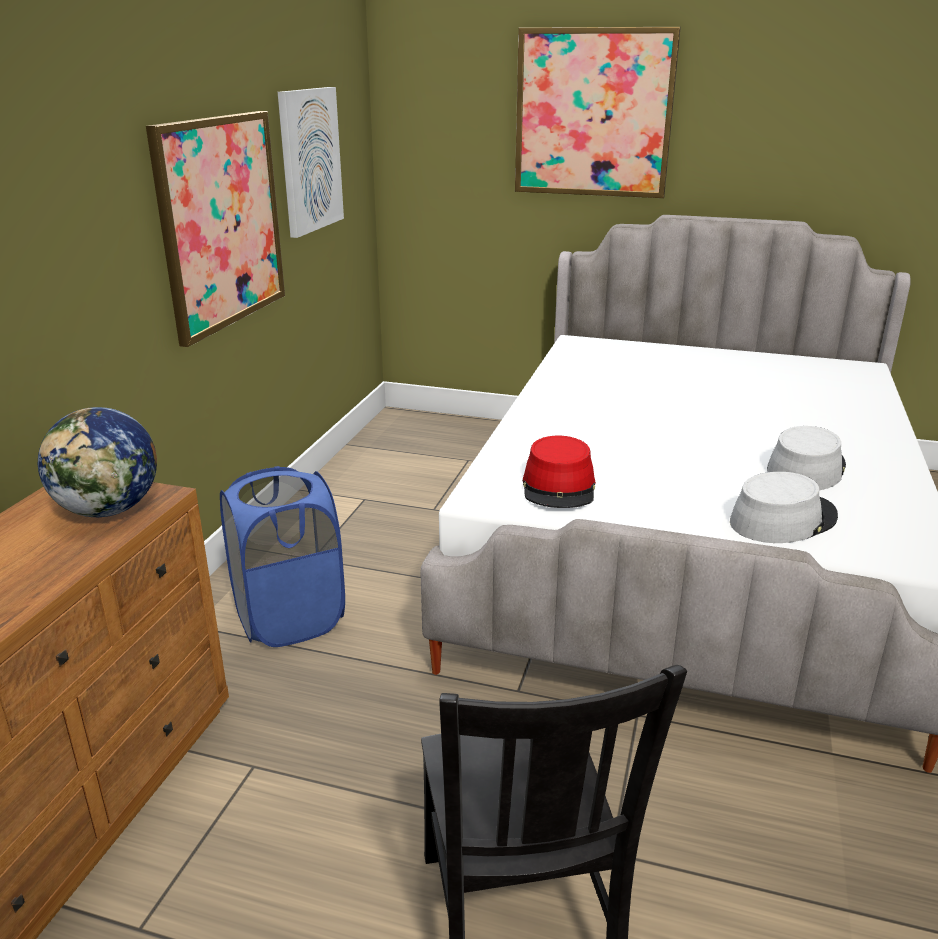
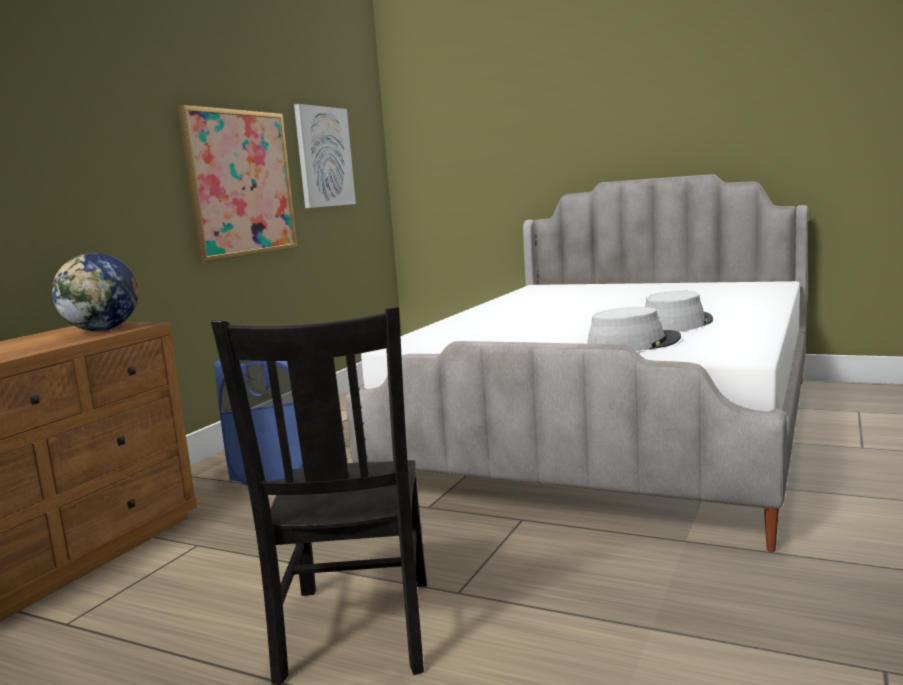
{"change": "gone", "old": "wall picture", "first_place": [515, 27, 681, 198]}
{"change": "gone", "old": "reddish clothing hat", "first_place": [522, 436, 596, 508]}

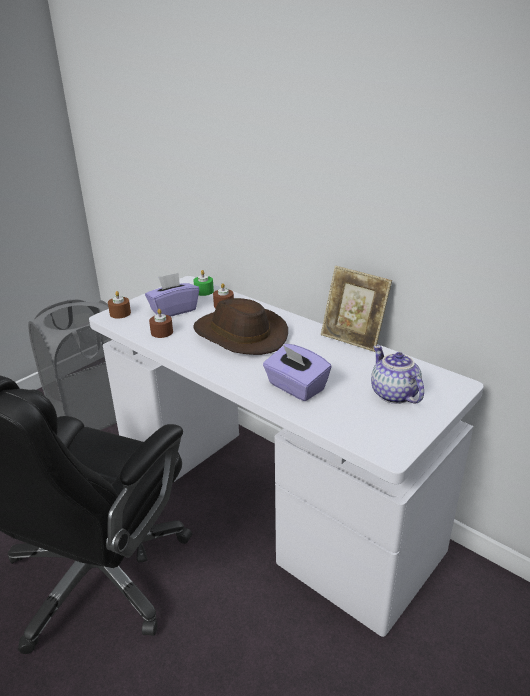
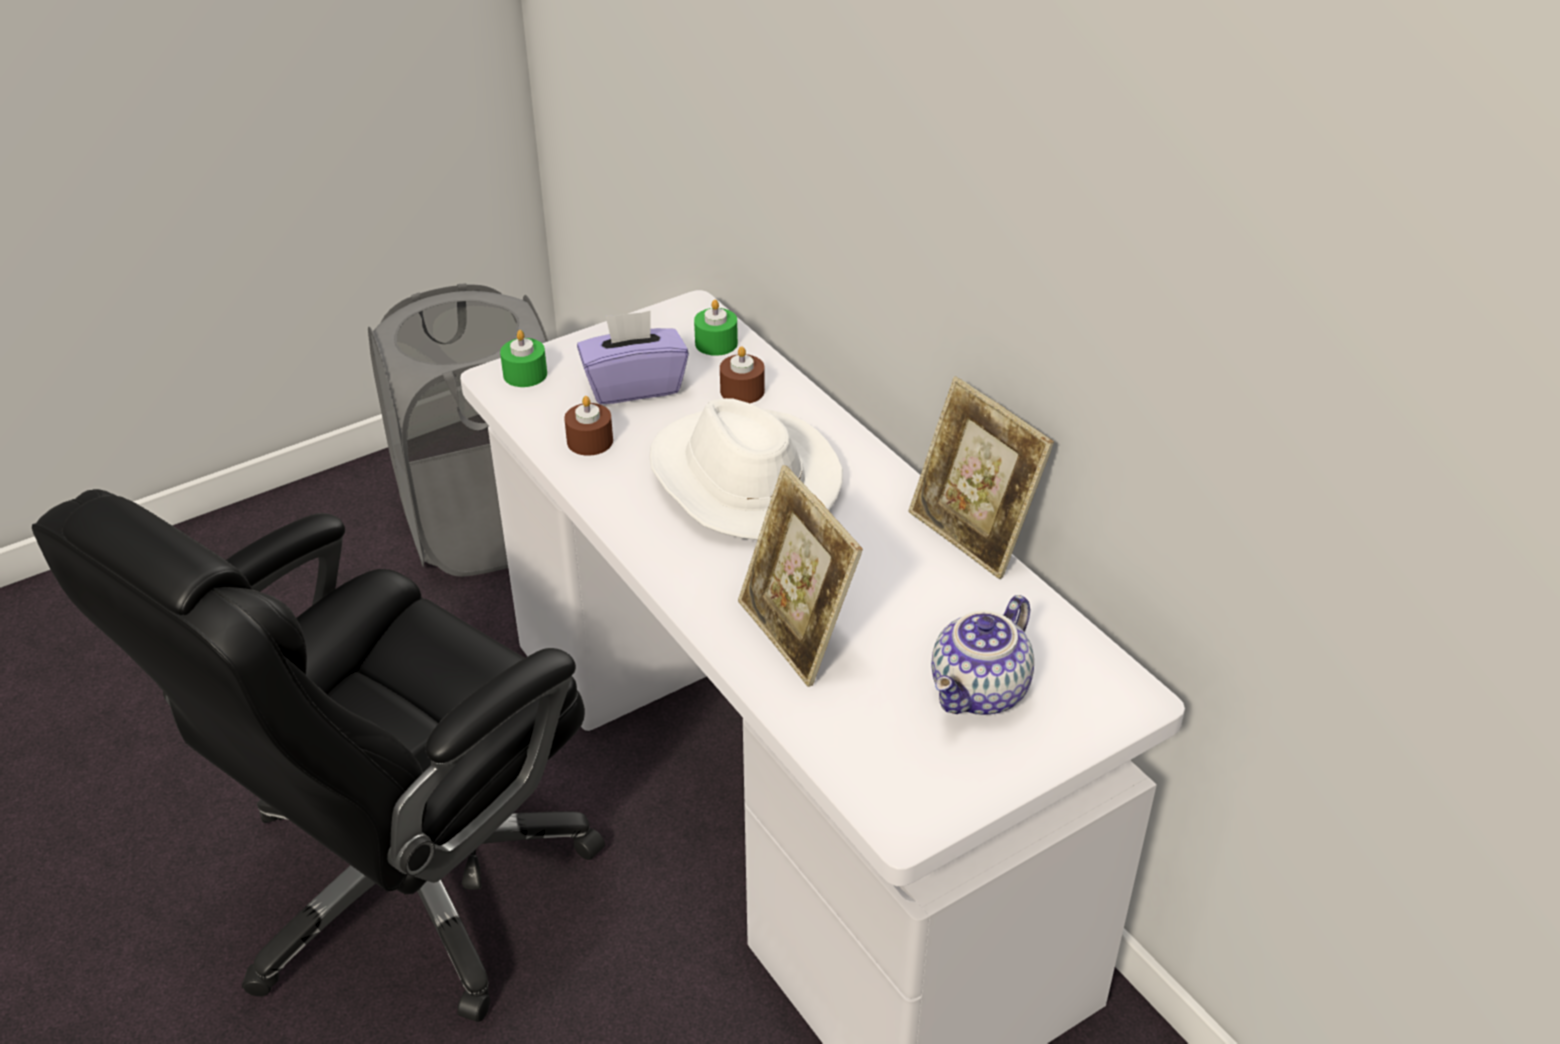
{"change": "repainted", "old": "brown wax light", "new": "green-coloured wax light", "first_place": [108, 291, 131, 319], "second_place": [500, 330, 547, 387]}
{"change": "repainted", "old": "brown clothing hat", "new": "white clothing hat", "first_place": [193, 298, 288, 355], "second_place": [650, 398, 843, 540]}
{"change": "swapped", "old": "purple-coloured tissue box", "new": "photo frame", "first_place": [263, 344, 332, 401], "second_place": [738, 465, 863, 687]}
{"change": "rotated", "old": "teapot", "first_place": [371, 346, 424, 404], "second_place": [931, 595, 1034, 715], "degrees": -135}

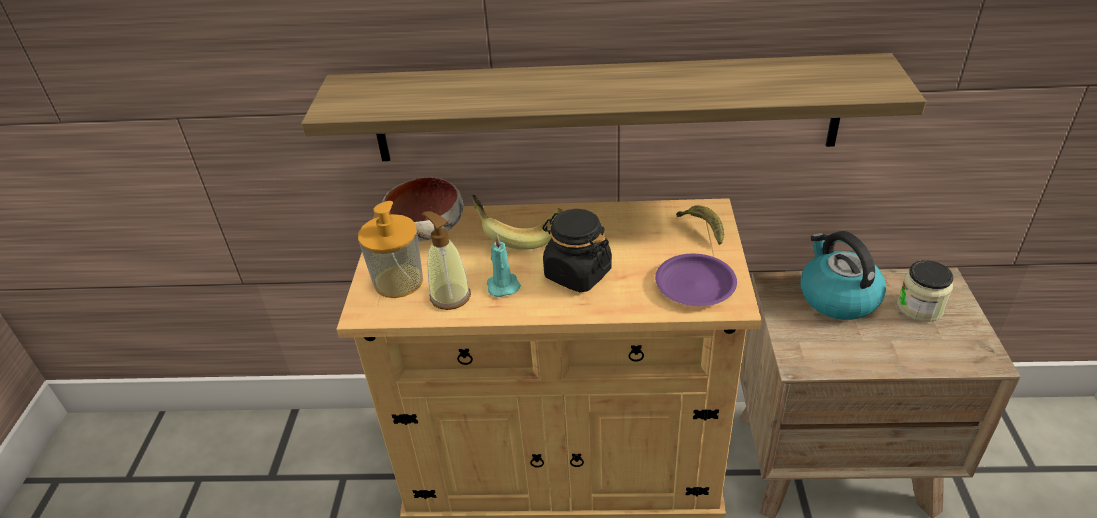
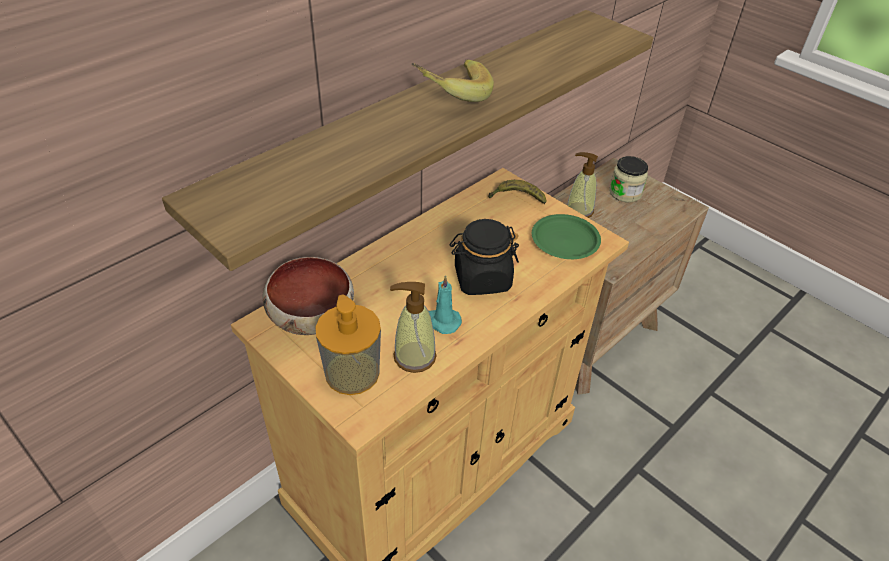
{"change": "shifted", "old": "whole banana", "first_place": [471, 195, 563, 250], "second_place": [412, 59, 494, 102]}
{"change": "swapped", "old": "kettle", "new": "liquid soap bottle", "first_place": [801, 231, 886, 320], "second_place": [567, 152, 598, 218]}
{"change": "repainted", "old": "purple-coloured flat dish", "new": "green-coloured flat dish", "first_place": [655, 254, 737, 306], "second_place": [532, 214, 601, 259]}

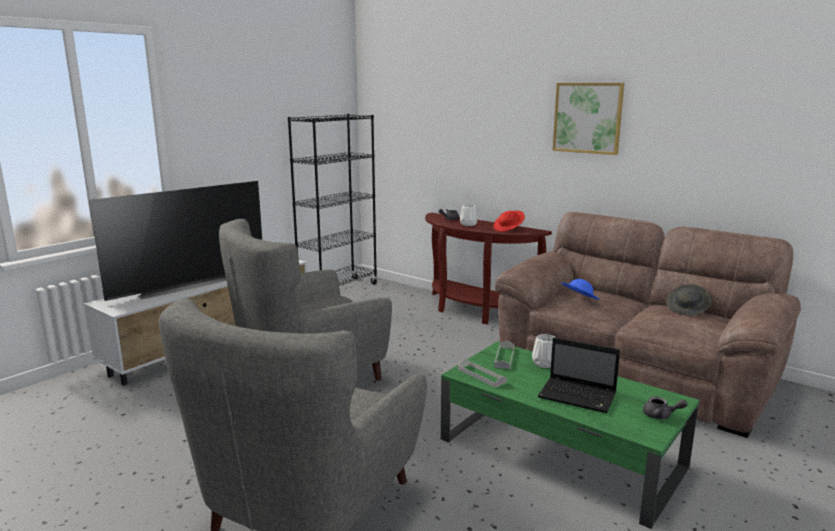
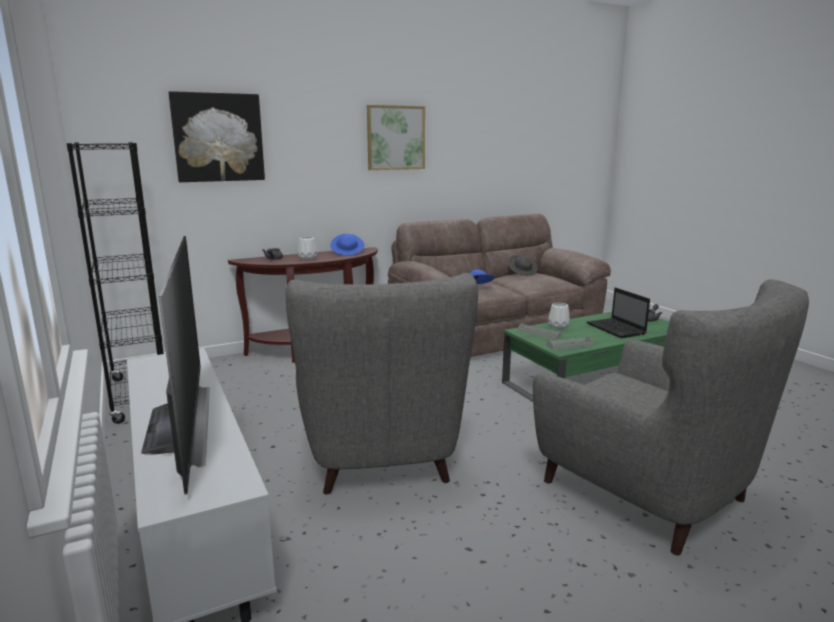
{"change": "repainted", "old": "reddish clothing hat", "new": "bluish clothing hat", "first_place": [493, 211, 525, 232], "second_place": [330, 234, 364, 256]}
{"change": "rotated", "old": "laptop", "first_place": [538, 338, 620, 413], "second_place": [587, 288, 650, 338], "degrees": 105}
{"change": "new", "new": "wall picture", "second_place": [169, 91, 265, 182]}

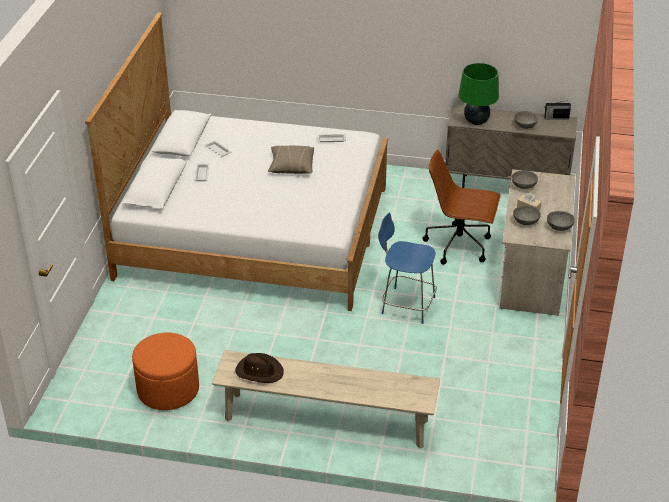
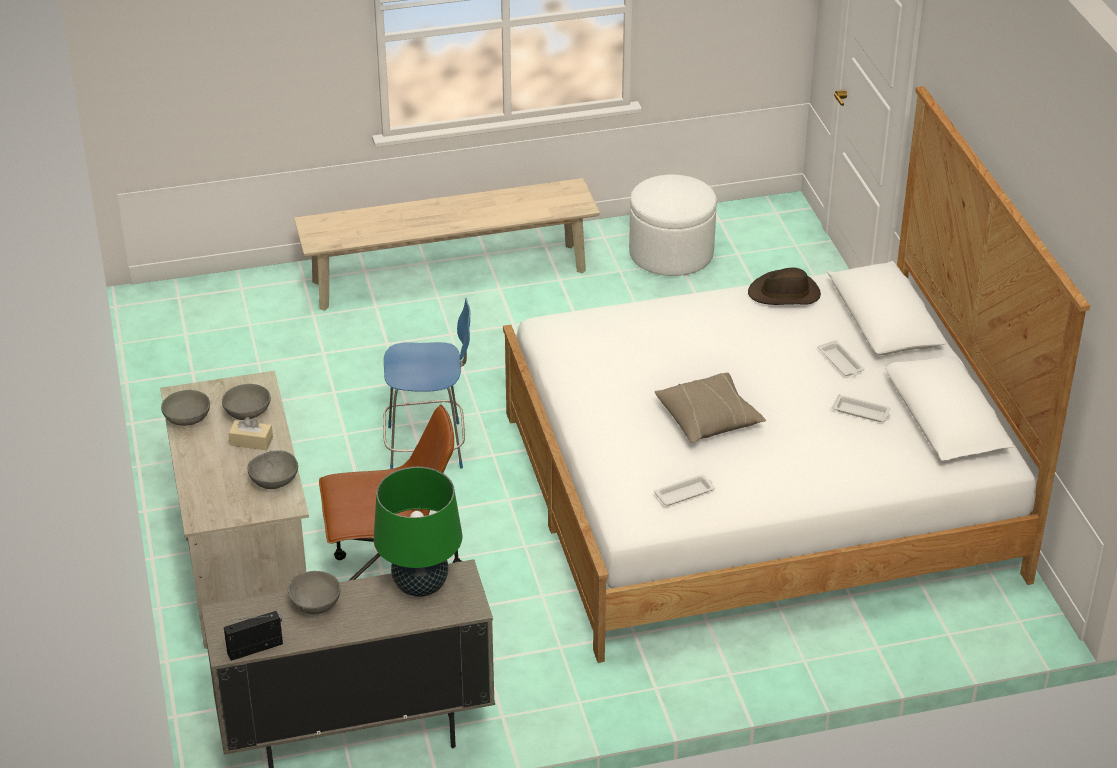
{"change": "repainted", "old": "orangey pouffe", "new": "white pouffe", "first_place": [132, 333, 199, 410], "second_place": [629, 175, 717, 276]}
{"change": "shifted", "old": "brown clothing hat", "first_place": [235, 353, 284, 383], "second_place": [748, 268, 821, 305]}

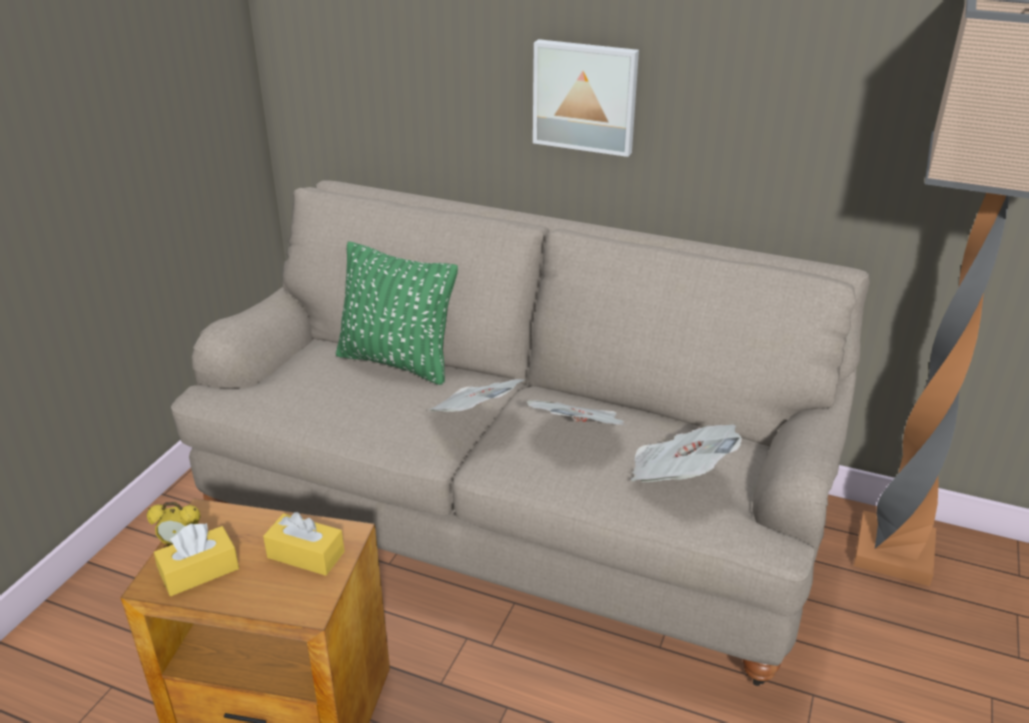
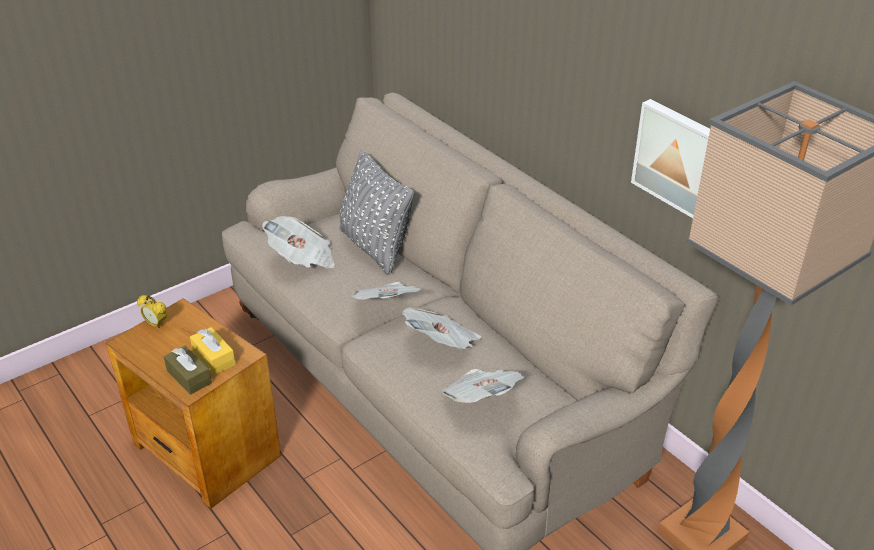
{"change": "shifted", "old": "wall picture", "first_place": [533, 39, 639, 157], "second_place": [631, 99, 710, 218]}
{"change": "repainted", "old": "green-coloured pillow", "new": "gray pillow", "first_place": [336, 242, 458, 385], "second_place": [339, 150, 414, 275]}
{"change": "gone", "old": "yellow-coloured tissue box", "first_place": [154, 523, 239, 596]}
{"change": "new", "new": "newspaper", "second_place": [262, 216, 335, 268]}
{"change": "new", "new": "brown tissue box", "second_place": [164, 346, 212, 395]}

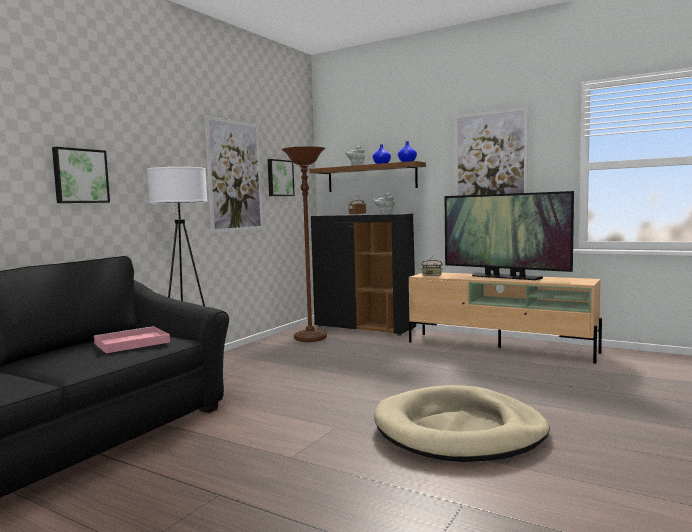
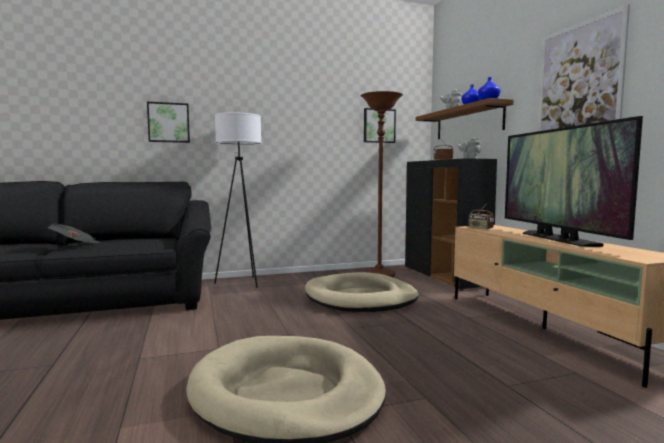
{"change": "gone", "old": "wall picture", "first_place": [205, 116, 263, 233]}
{"change": "gone", "old": "pinkish tray", "first_place": [94, 326, 170, 353]}
{"change": "new", "new": "newspaper", "second_place": [48, 224, 100, 243]}
{"change": "new", "new": "sand-coloured dog bed", "second_place": [305, 272, 419, 312]}

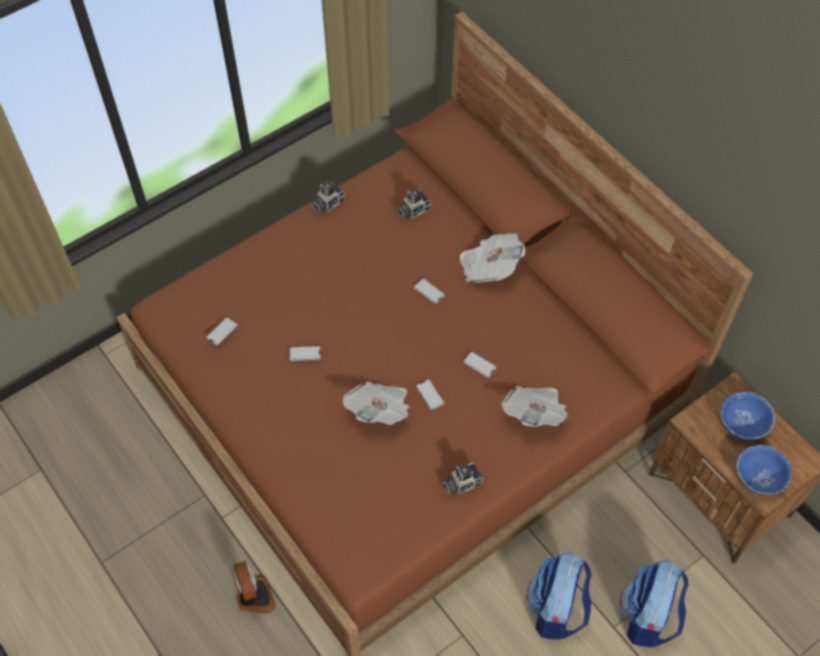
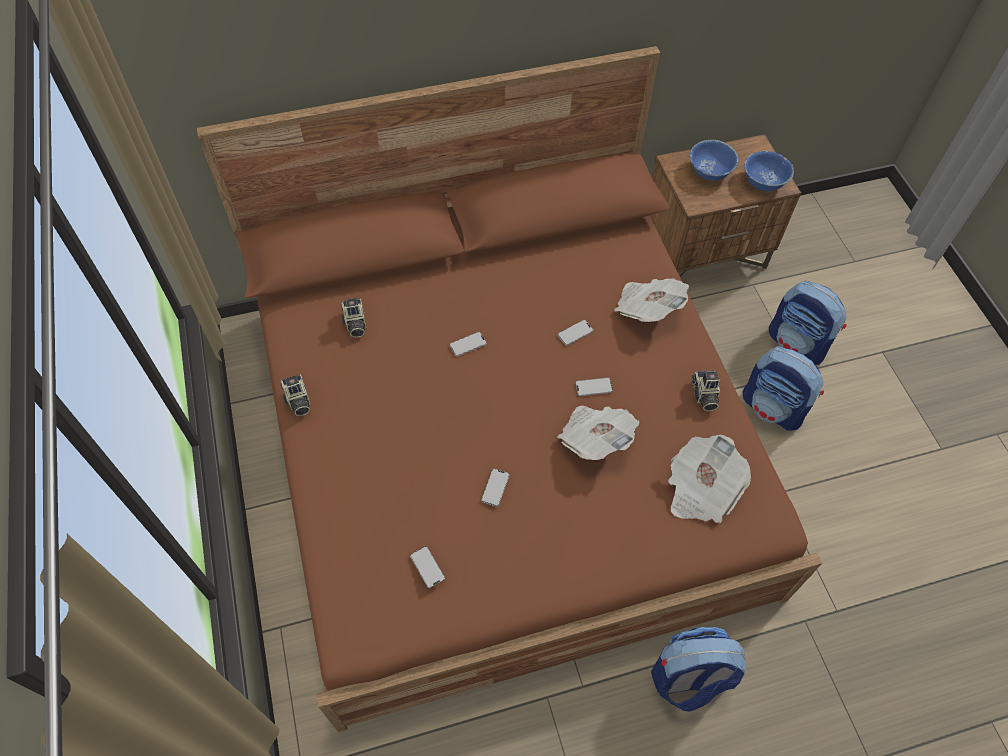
{"change": "shifted", "old": "newspaper", "first_place": [460, 233, 525, 283], "second_place": [668, 435, 751, 523]}
{"change": "swapped", "old": "cooling fan", "new": "knapsack", "first_place": [234, 561, 276, 614], "second_place": [651, 627, 746, 712]}

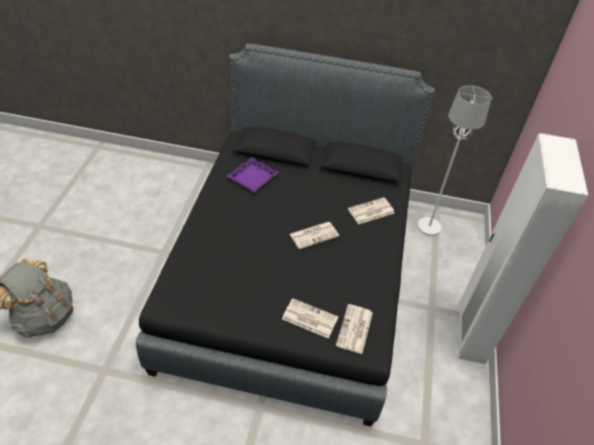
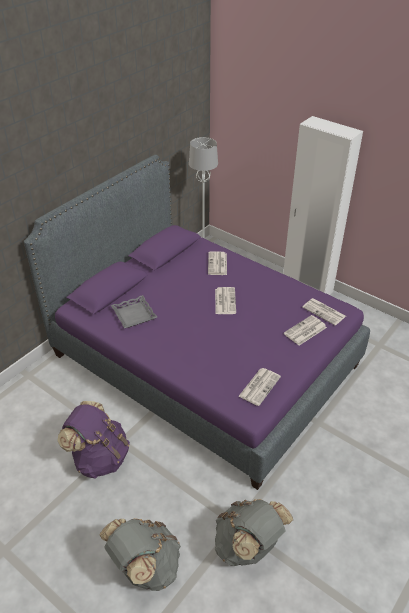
{"change": "repainted", "old": "black-coloured bed", "new": "purple-coloured bed", "first_place": [136, 43, 435, 427], "second_place": [24, 155, 370, 490]}
{"change": "repainted", "old": "purple-coloured tray", "new": "gray tray", "first_place": [227, 157, 279, 192], "second_place": [111, 295, 157, 328]}
{"change": "new", "new": "newspaper", "second_place": [238, 368, 281, 406]}
{"change": "new", "new": "purple-coloured knapsack", "second_place": [57, 401, 130, 478]}
{"change": "new", "new": "gray knapsack", "second_place": [215, 499, 293, 566]}

